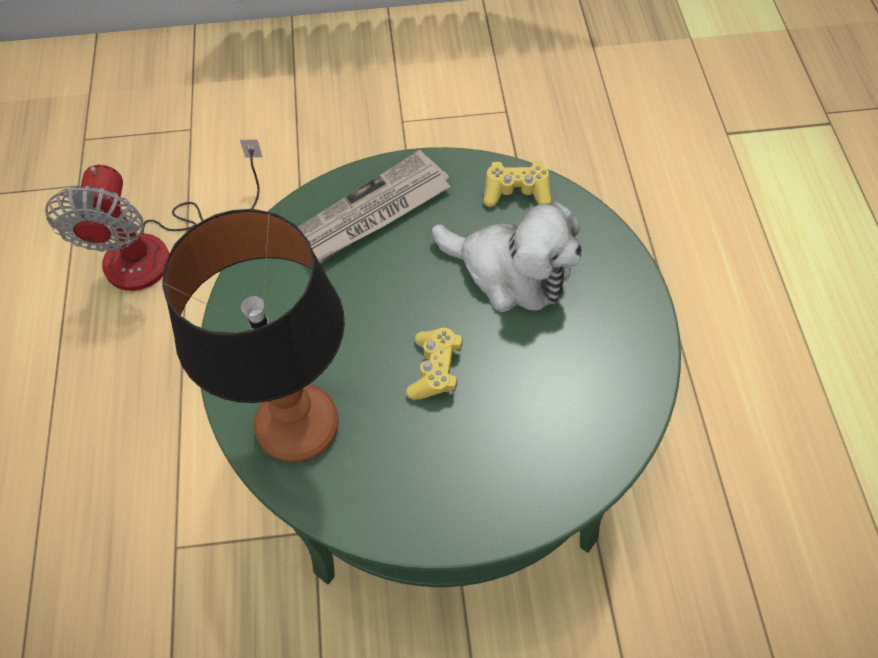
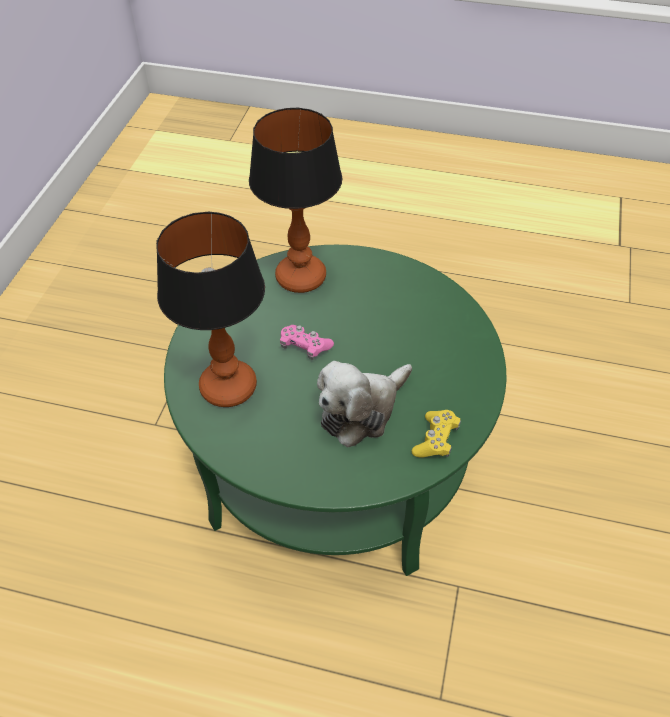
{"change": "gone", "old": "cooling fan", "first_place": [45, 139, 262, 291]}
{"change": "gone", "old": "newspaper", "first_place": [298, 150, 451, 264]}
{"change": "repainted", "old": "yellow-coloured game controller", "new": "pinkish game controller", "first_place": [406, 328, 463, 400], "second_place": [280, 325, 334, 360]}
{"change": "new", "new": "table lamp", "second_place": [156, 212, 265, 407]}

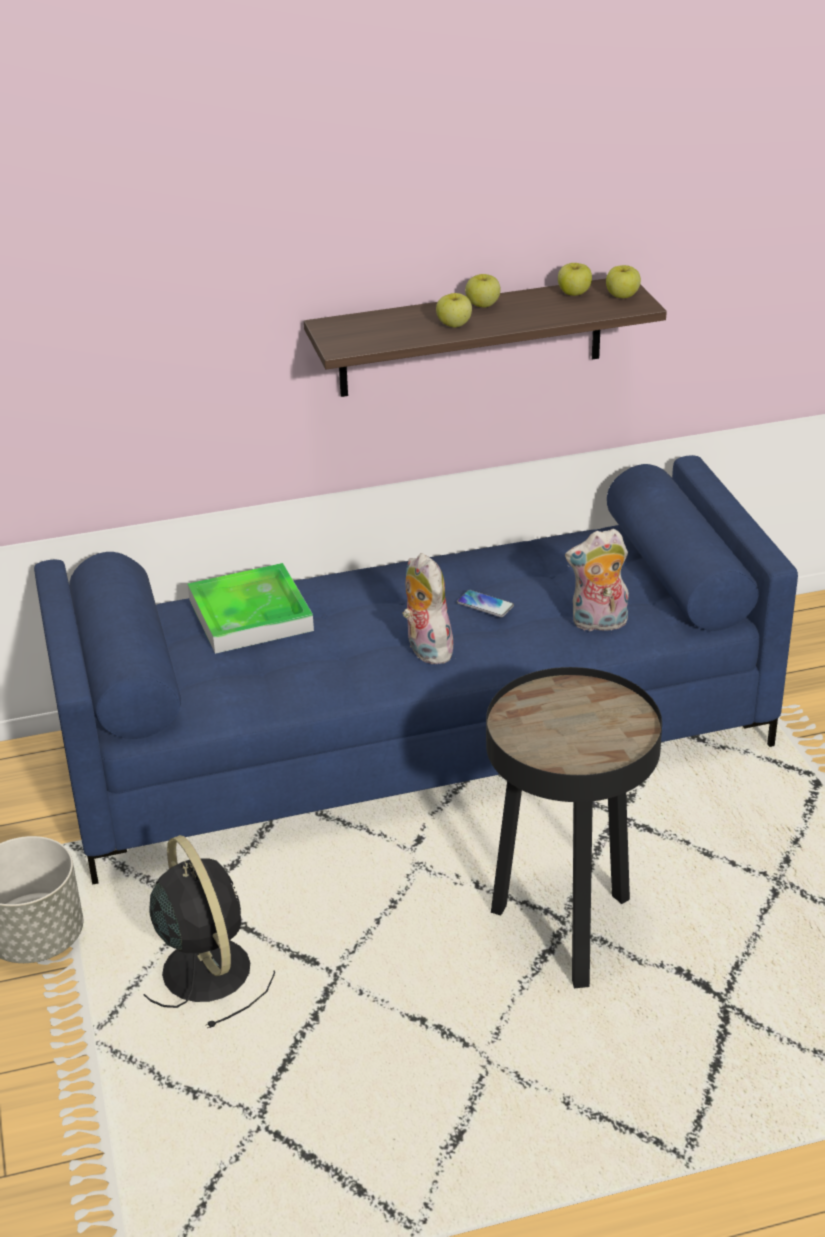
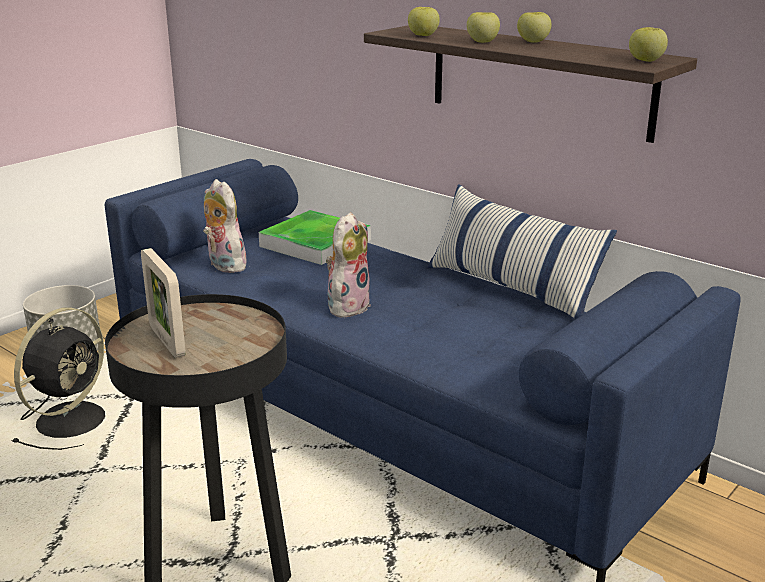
{"change": "shifted", "old": "apple", "first_place": [558, 263, 592, 296], "second_place": [408, 7, 440, 36]}
{"change": "shifted", "old": "soft toy", "first_place": [565, 529, 629, 631], "second_place": [203, 179, 250, 273]}
{"change": "gone", "old": "handset", "first_place": [457, 590, 514, 617]}
{"change": "new", "new": "pillow", "second_place": [427, 184, 617, 319]}
{"change": "new", "new": "photo frame", "second_place": [141, 248, 186, 358]}

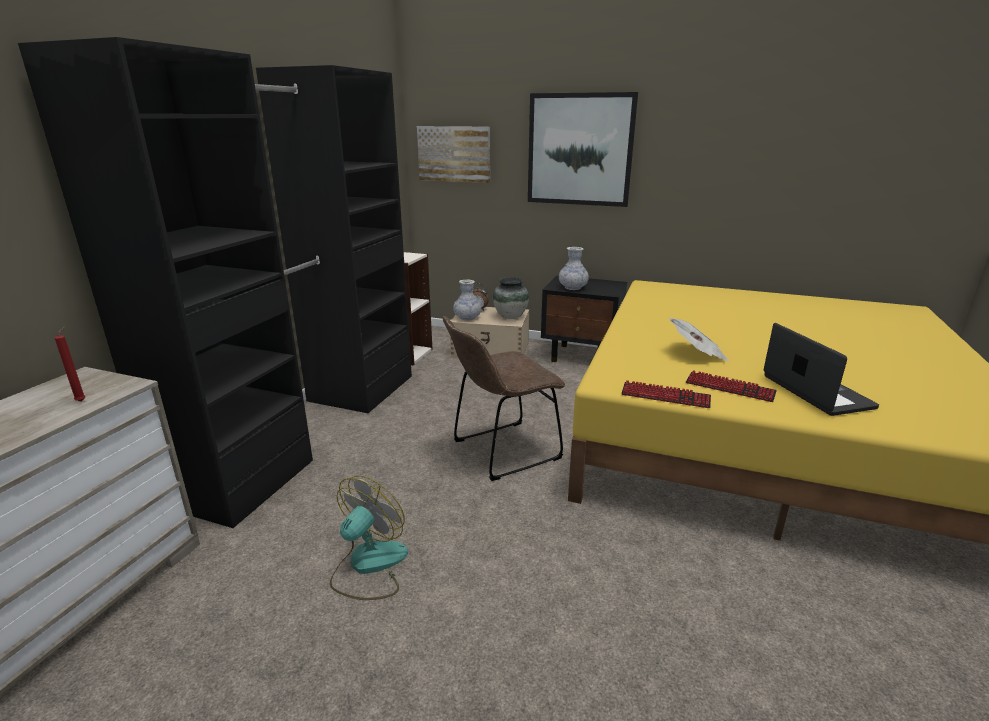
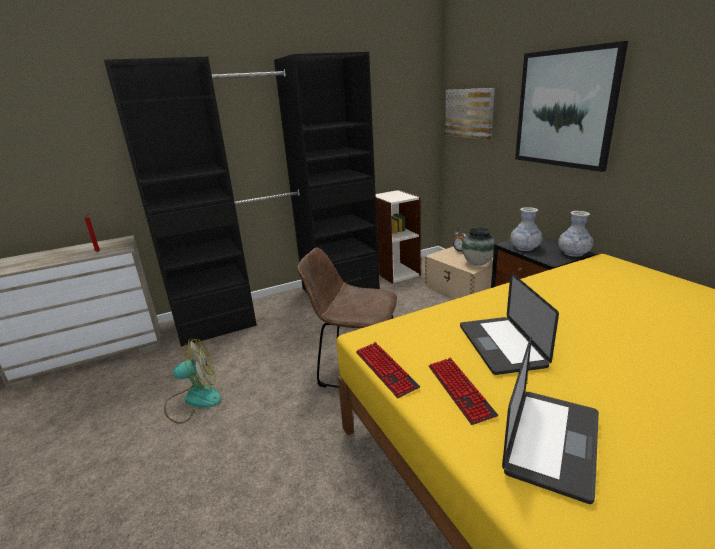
{"change": "shifted", "old": "flower vase", "first_place": [453, 280, 481, 321], "second_place": [558, 211, 593, 257]}
{"change": "swapped", "old": "newspaper", "new": "laptop", "first_place": [669, 318, 729, 361], "second_place": [460, 272, 559, 375]}

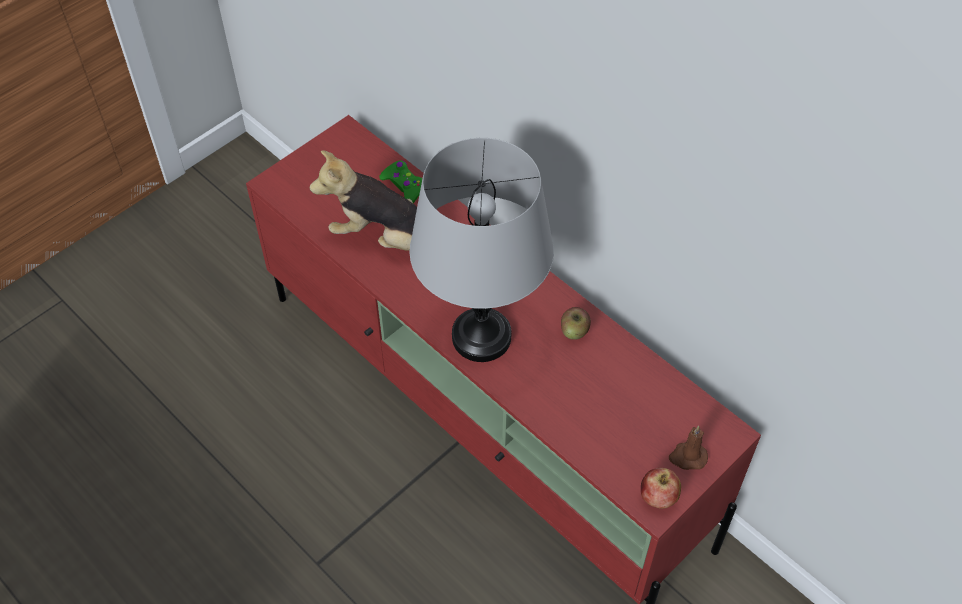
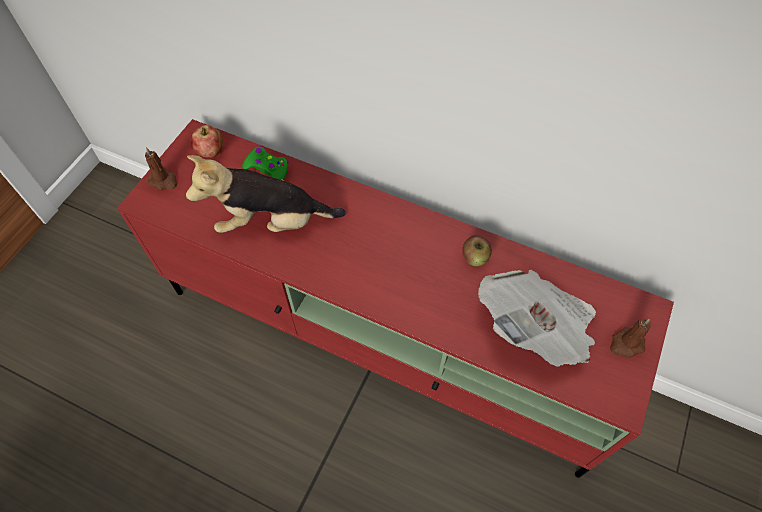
{"change": "gone", "old": "gray table lamp", "first_place": [409, 138, 554, 362]}
{"change": "shifted", "old": "apple", "first_place": [641, 468, 681, 509], "second_place": [191, 125, 223, 158]}
{"change": "new", "new": "brown wax light", "second_place": [145, 147, 177, 190]}
{"change": "new", "new": "newspaper", "second_place": [478, 270, 596, 367]}

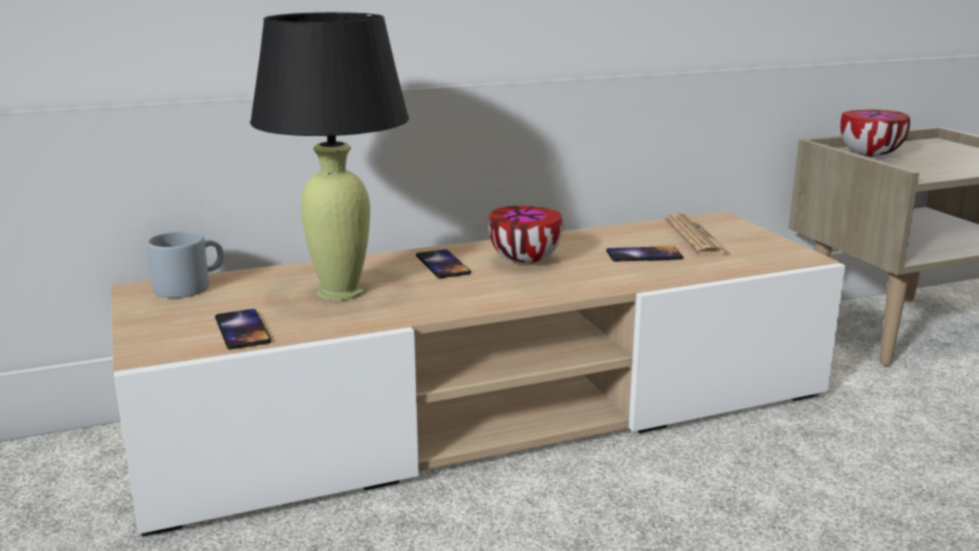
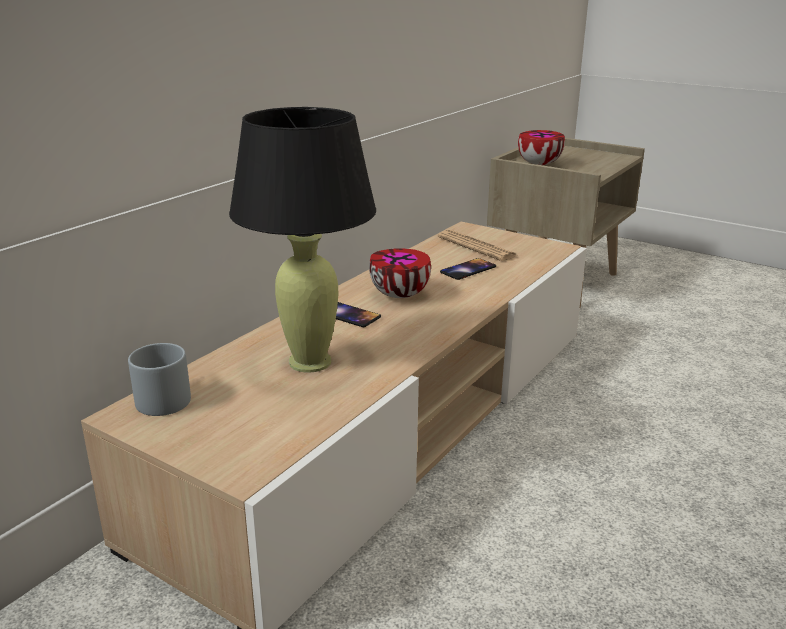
{"change": "gone", "old": "handset", "first_place": [215, 309, 271, 349]}

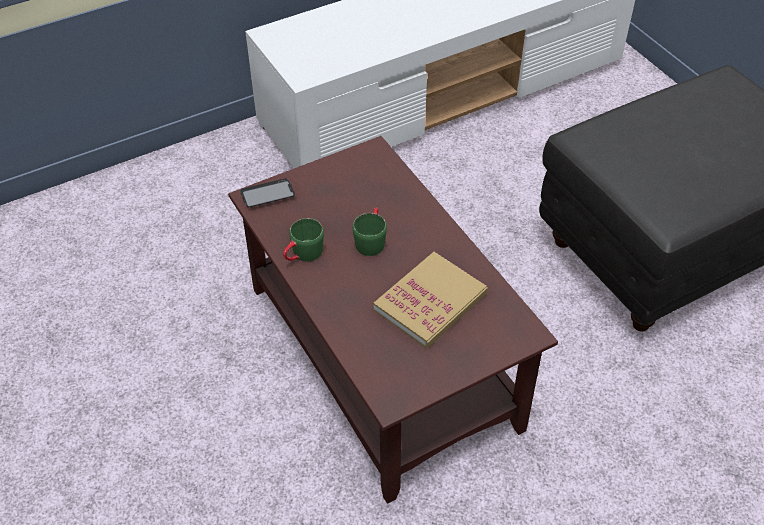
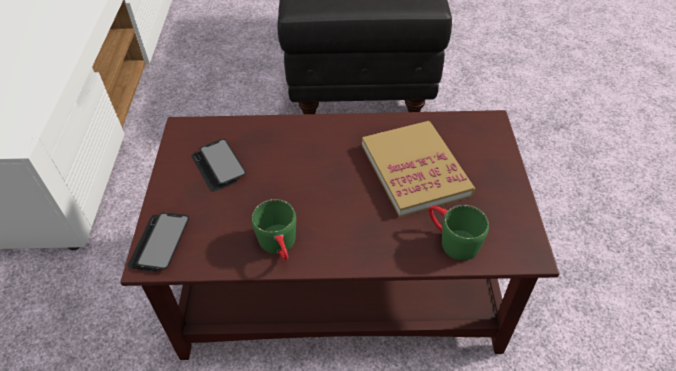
{"change": "shifted", "old": "green-coloured tea mug", "first_place": [353, 207, 387, 256], "second_place": [429, 205, 489, 261]}
{"change": "new", "new": "handset", "second_place": [191, 139, 246, 192]}

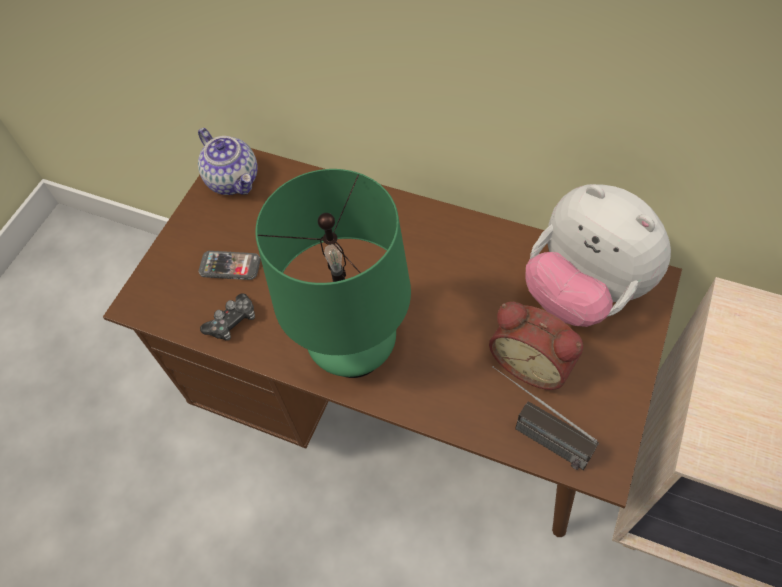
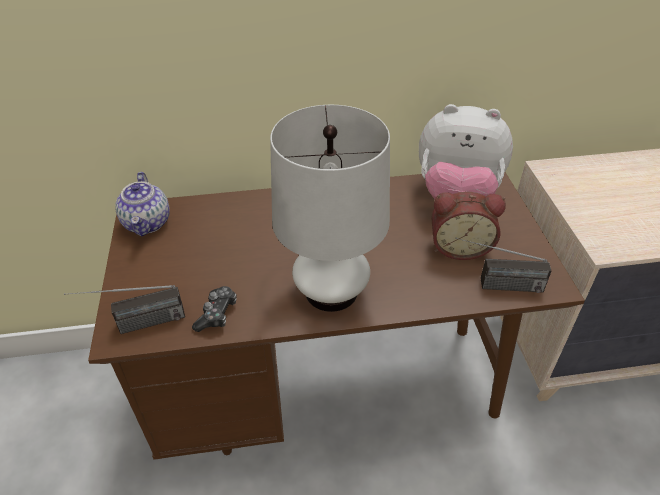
{"change": "rotated", "old": "teapot", "first_place": [198, 128, 258, 195], "second_place": [115, 172, 170, 237], "degrees": 60}
{"change": "repainted", "old": "green-coloured table lamp", "new": "white table lamp", "first_place": [255, 169, 411, 378], "second_place": [270, 105, 390, 312]}
{"change": "gone", "old": "handset", "first_place": [199, 251, 261, 280]}
{"change": "new", "new": "radio", "second_place": [64, 285, 185, 334]}

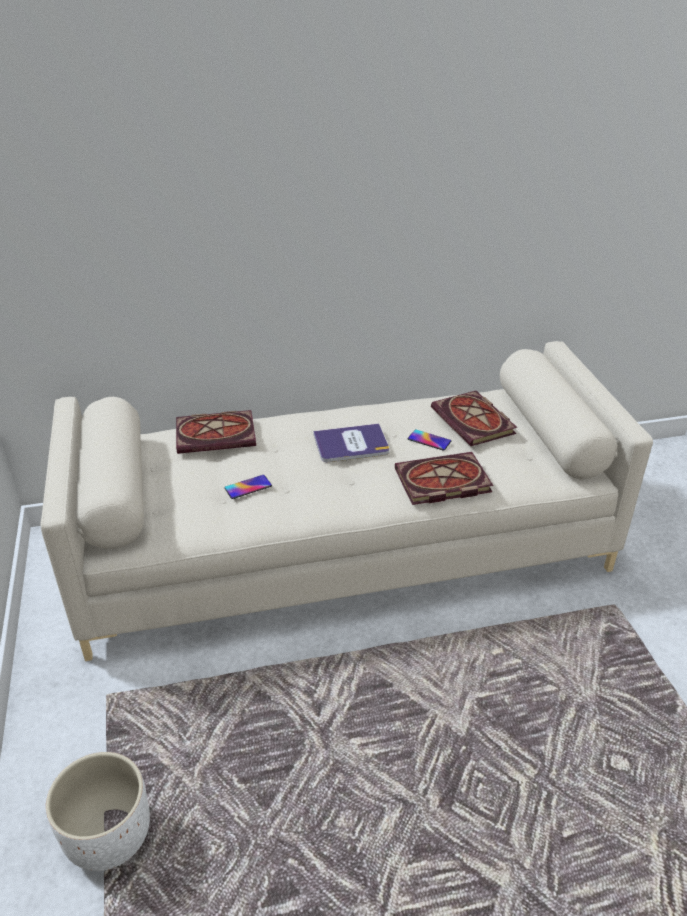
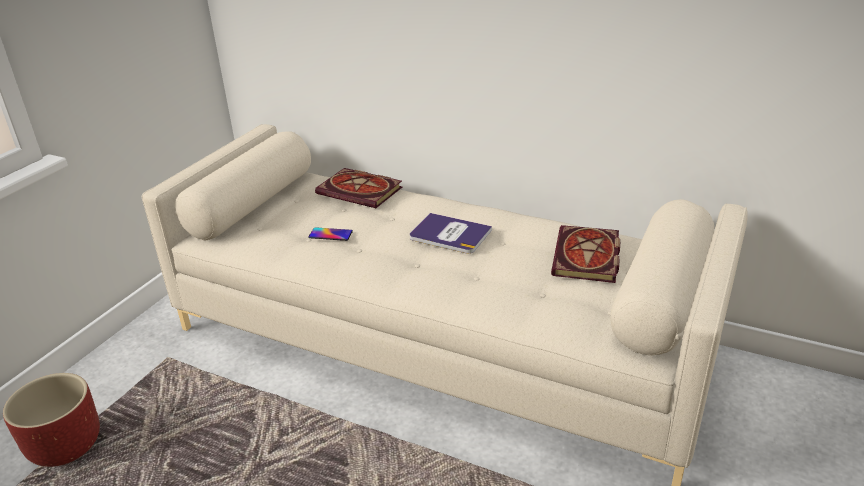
{"change": "gone", "old": "handset", "first_place": [408, 430, 451, 451]}
{"change": "gone", "old": "bound book", "first_place": [395, 452, 493, 505]}
{"change": "repainted", "old": "white plant pot", "new": "reddish plant pot", "first_place": [46, 752, 150, 871], "second_place": [3, 373, 100, 467]}

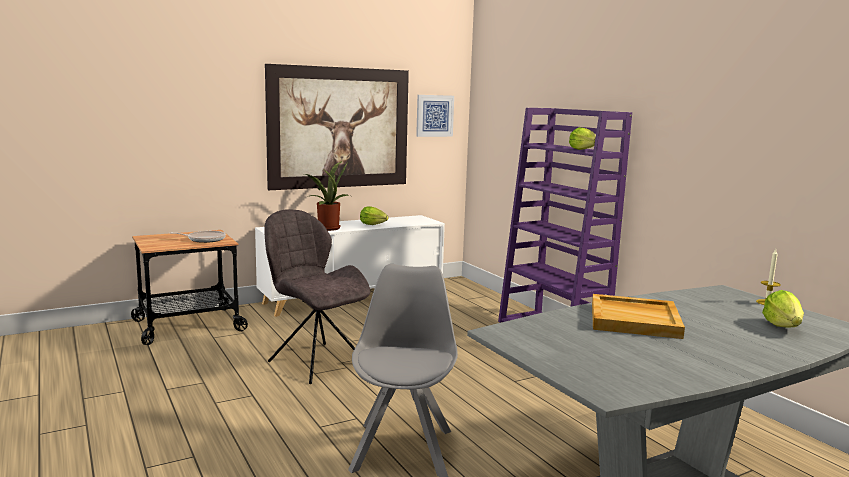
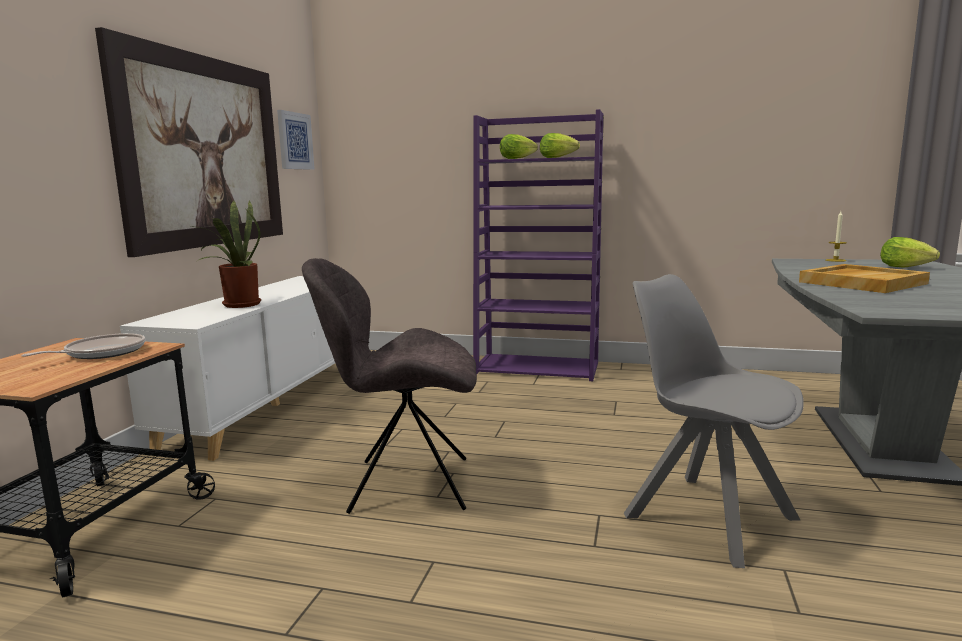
{"change": "shifted", "old": "lettuce head", "first_place": [360, 206, 389, 225], "second_place": [500, 134, 538, 159]}

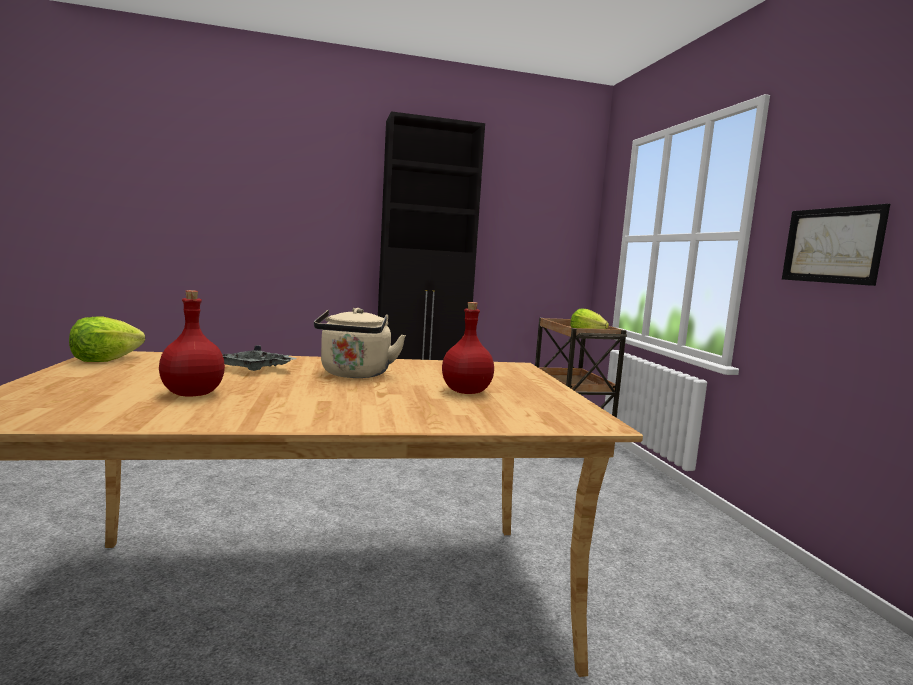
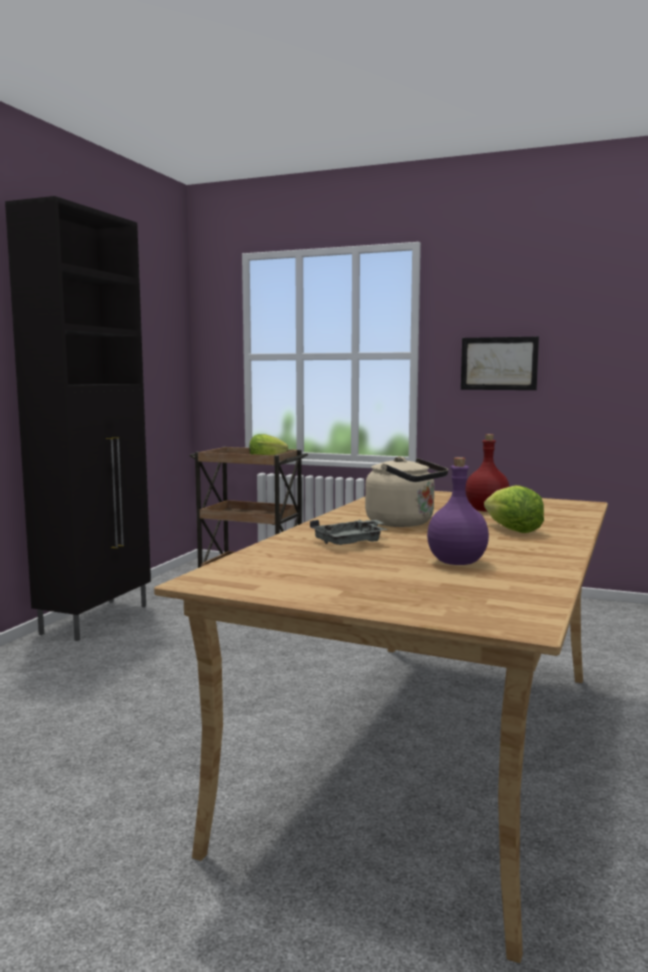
{"change": "repainted", "old": "reddish drink bottle", "new": "purple-coloured drink bottle", "first_place": [159, 290, 225, 397], "second_place": [427, 457, 489, 565]}
{"change": "shifted", "old": "lettuce head", "first_place": [69, 316, 145, 362], "second_place": [484, 485, 544, 533]}

